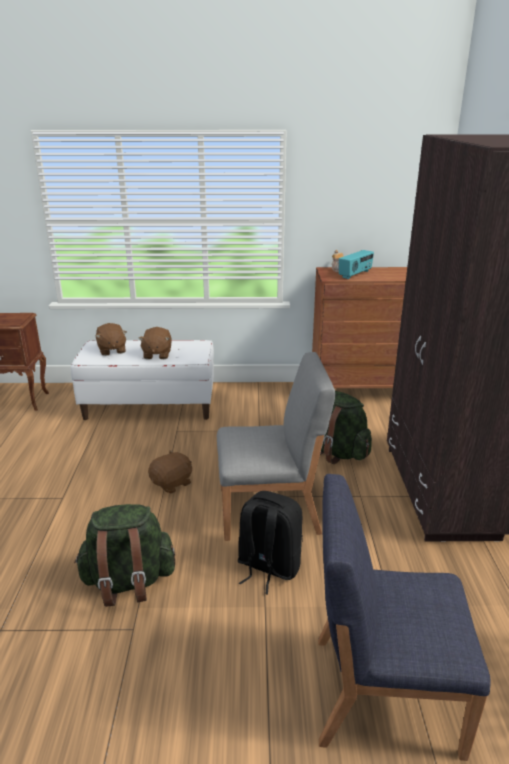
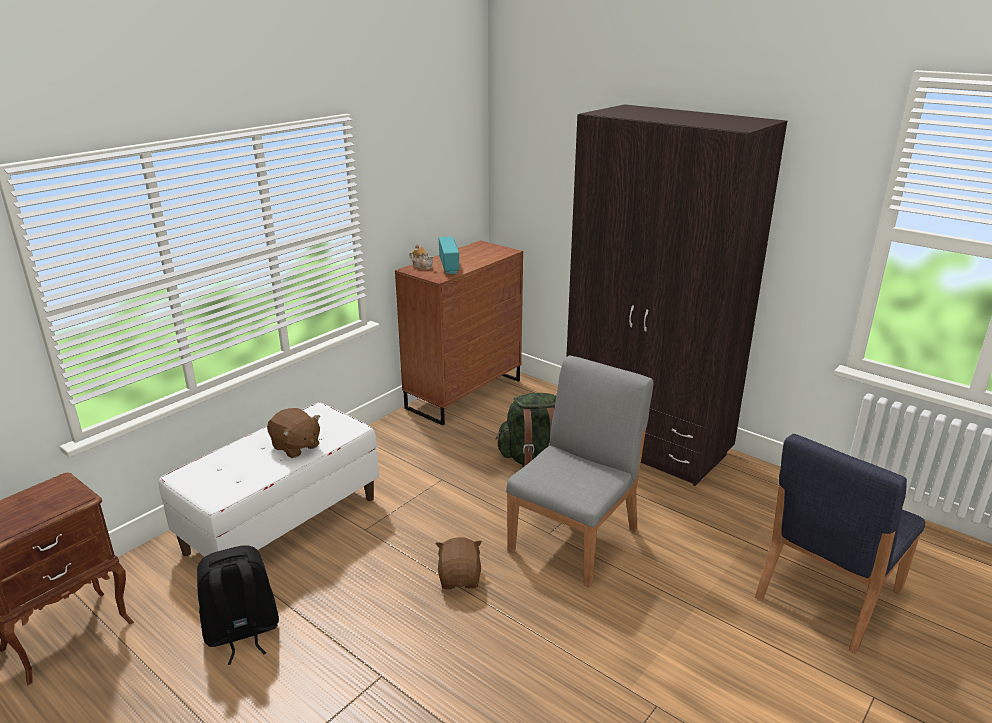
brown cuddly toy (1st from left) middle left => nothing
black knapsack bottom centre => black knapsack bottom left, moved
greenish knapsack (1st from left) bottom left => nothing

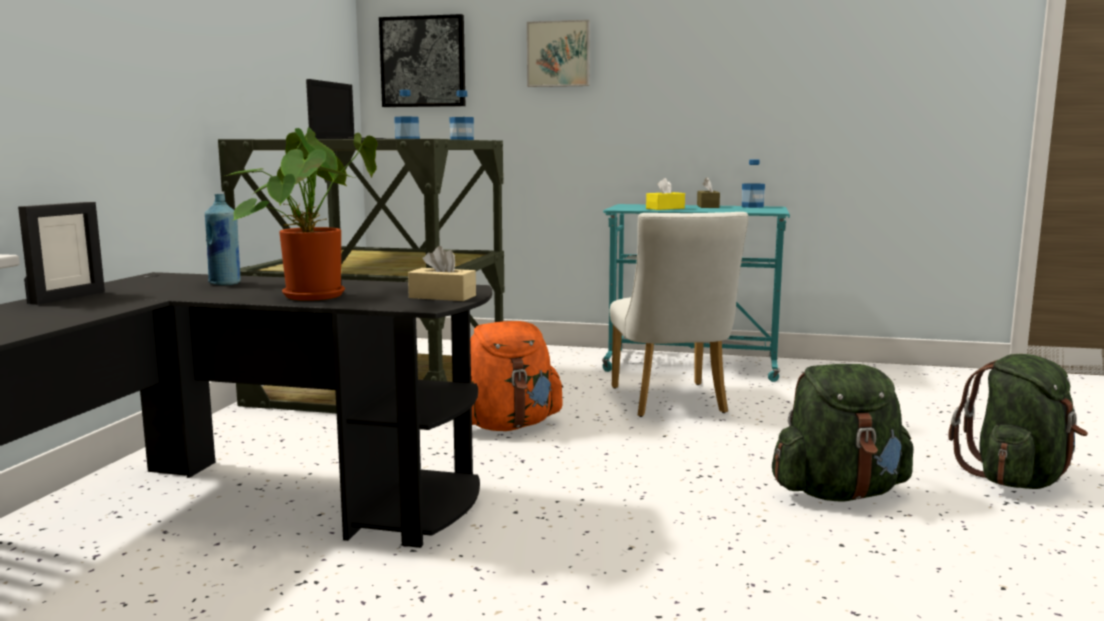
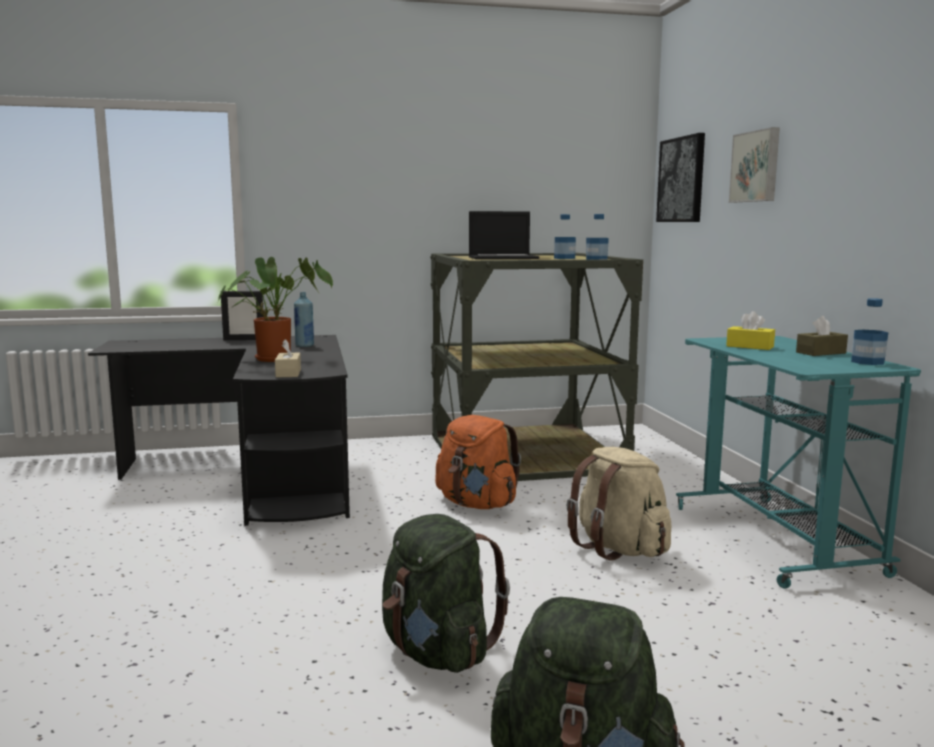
white-coloured upright chair centre => beige-coloured knapsack bottom centre

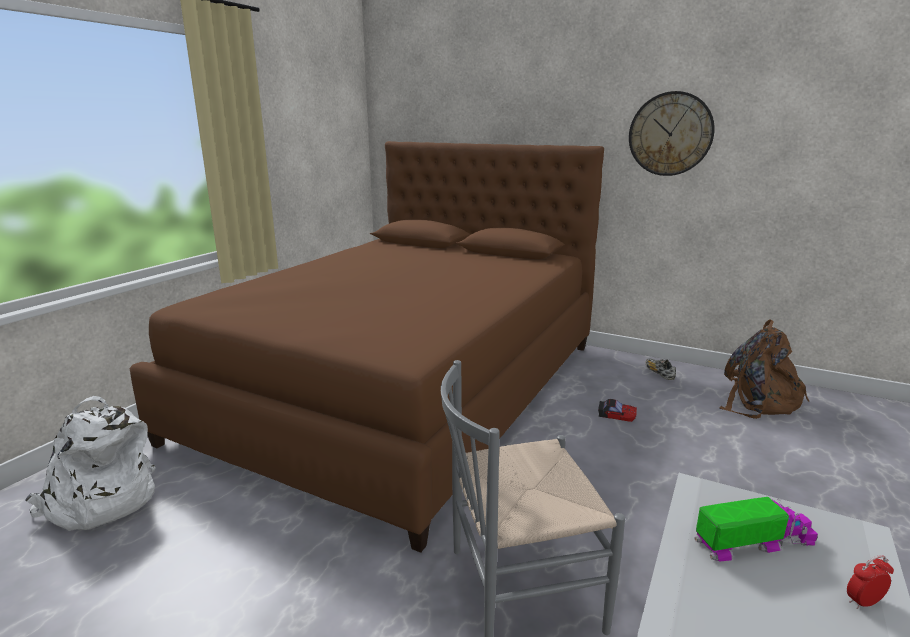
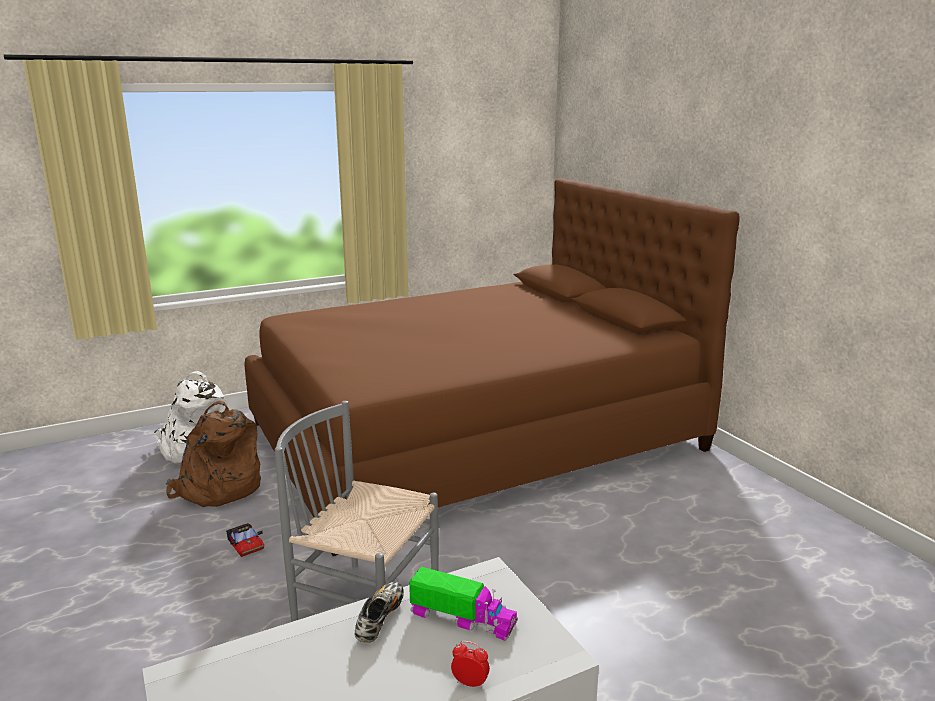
clock on the wall top right => nothing
brown knapsack middle right => brown knapsack middle left, moved
low shoe middle right => low shoe bottom centre, moved
toy car middle right => toy car bottom left, moved

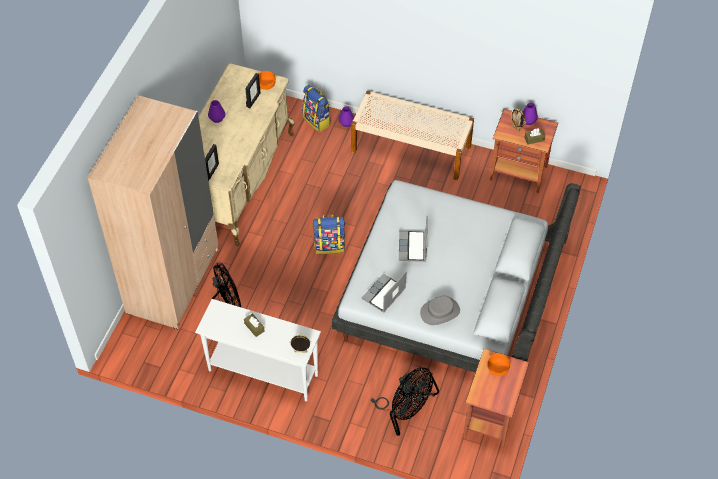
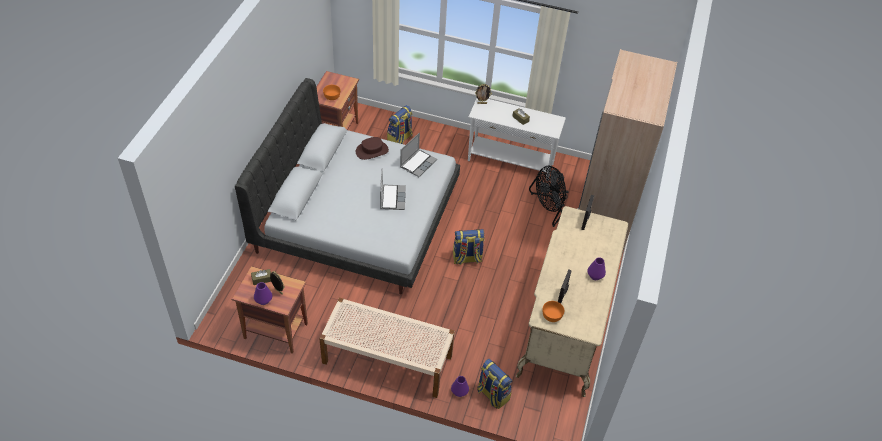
greyish clothing hat centre => brown clothing hat centre
black electric fan (2nd from left) bottom centre => knapsack (1st from left) top centre

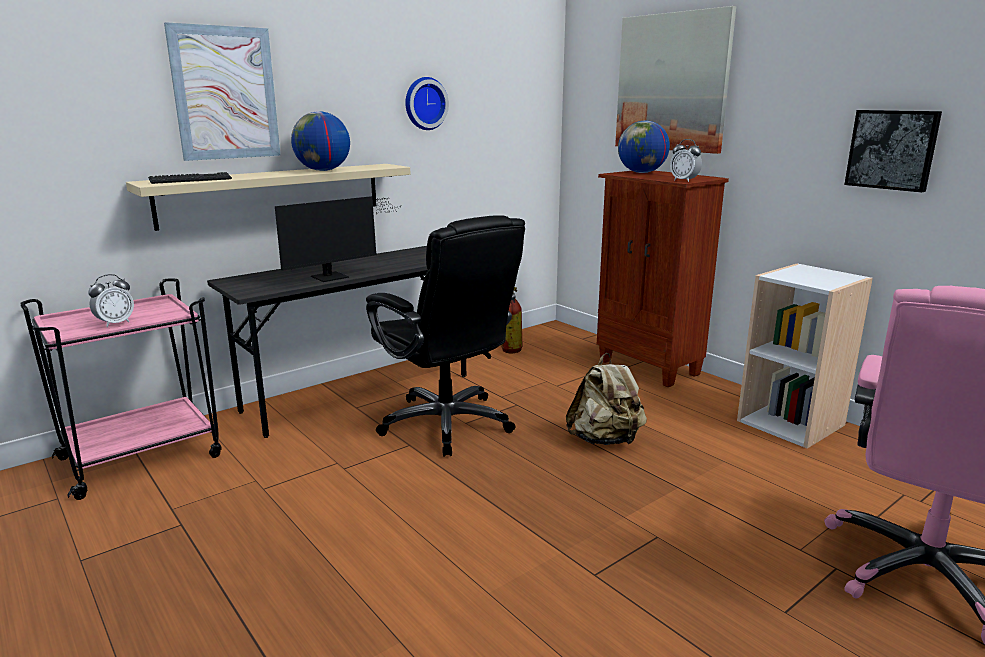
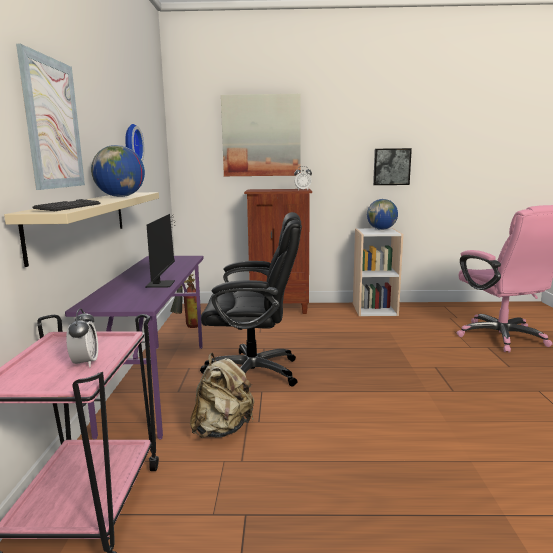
desk globe (2nd from left) top centre => desk globe (2nd from left) middle right, moved
greyish desk table centre => purple desk table middle left
beige-coloured knapsack centre => beige-coloured knapsack bottom centre, moved

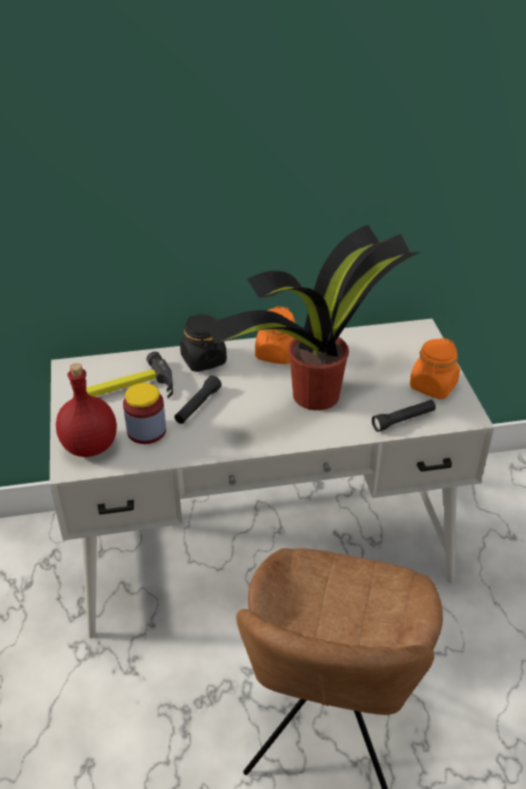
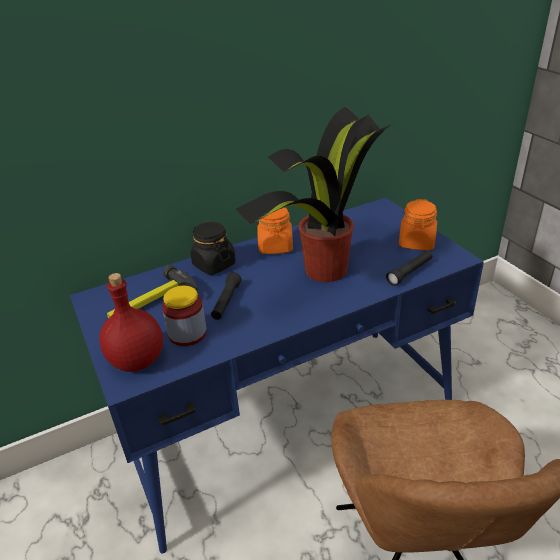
white-coloured desk table centre => blue-coloured desk table bottom centre

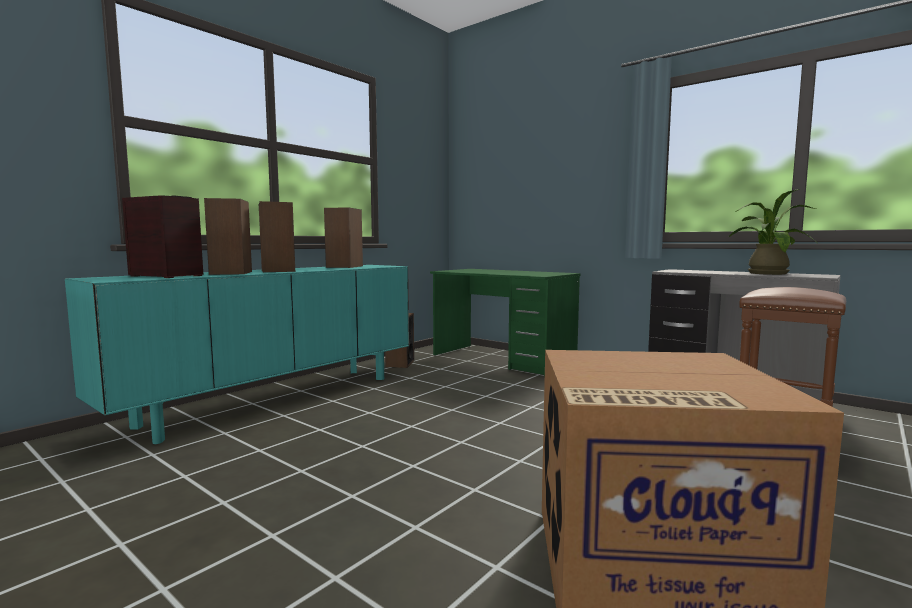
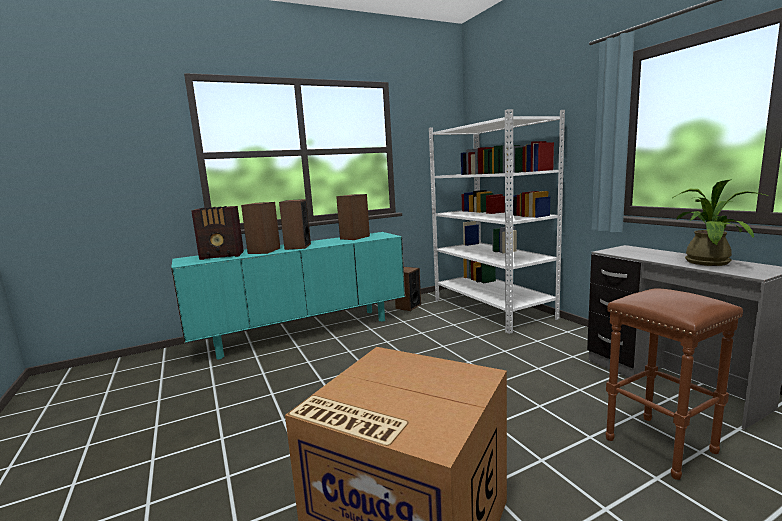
radio set middle left, 120 degrees clockwise
greenish desk table centre => white-coloured bookcase centre

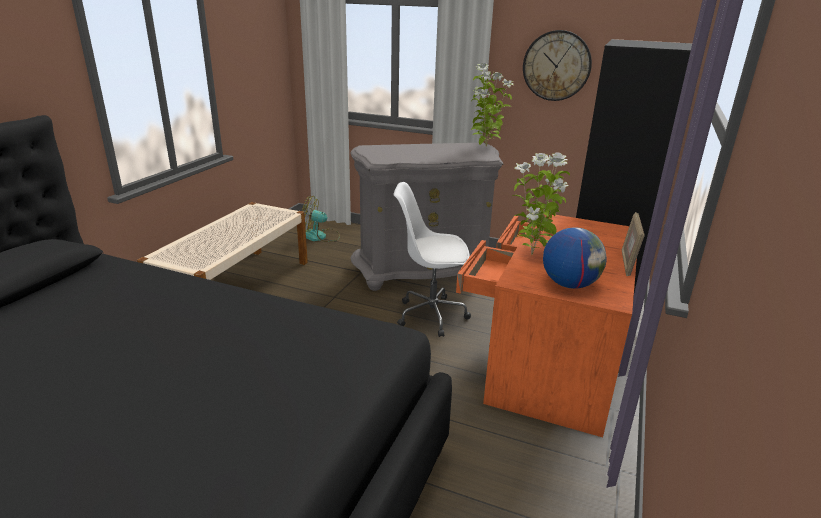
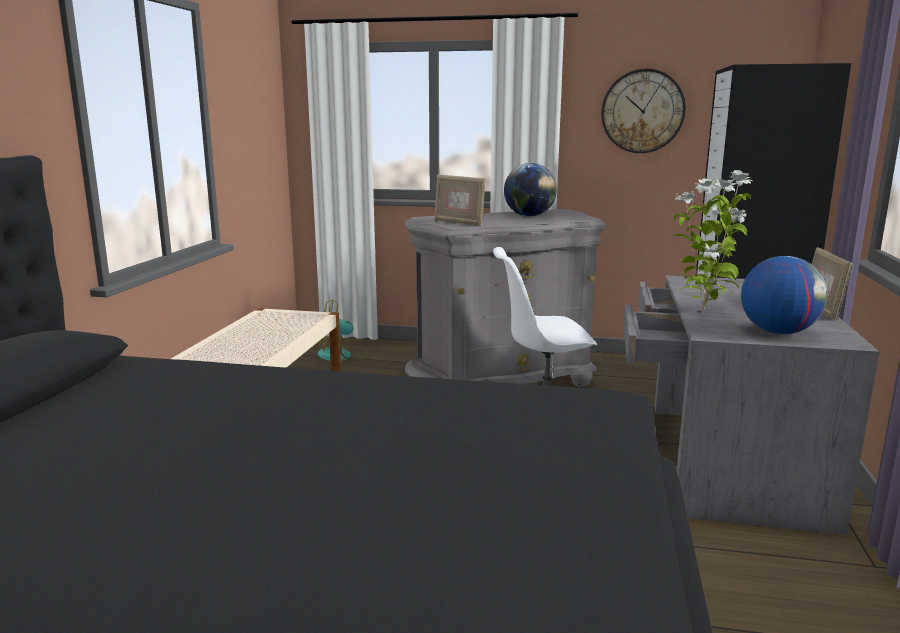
plant in a pot (1st from left) top centre => nothing
orange desk table centre => greyish desk table middle right
nothing => desk globe (1st from left) top centre
nothing => standing frame (1st from left) top centre

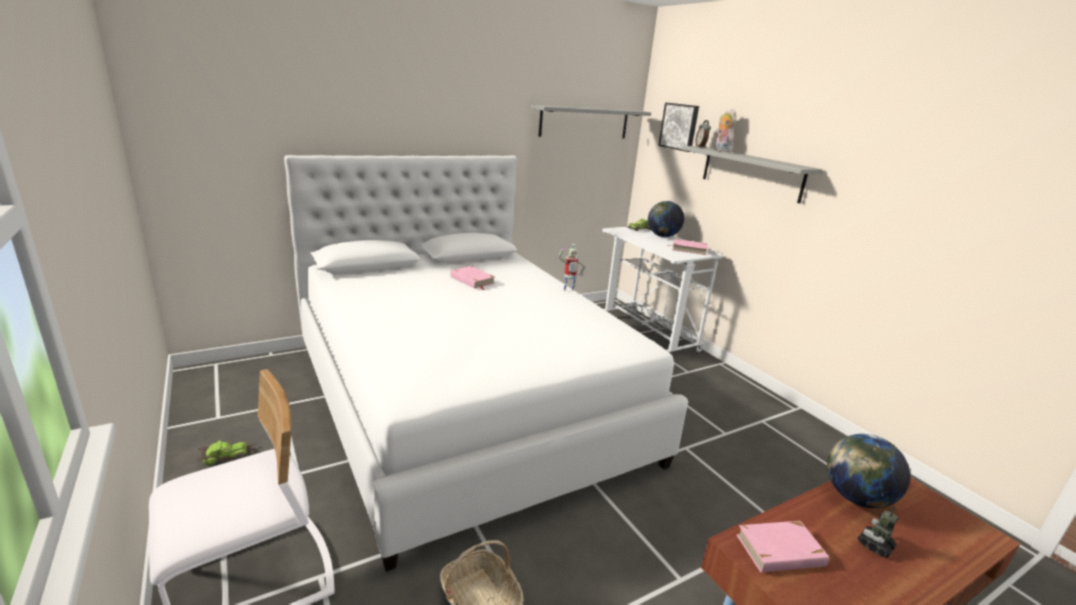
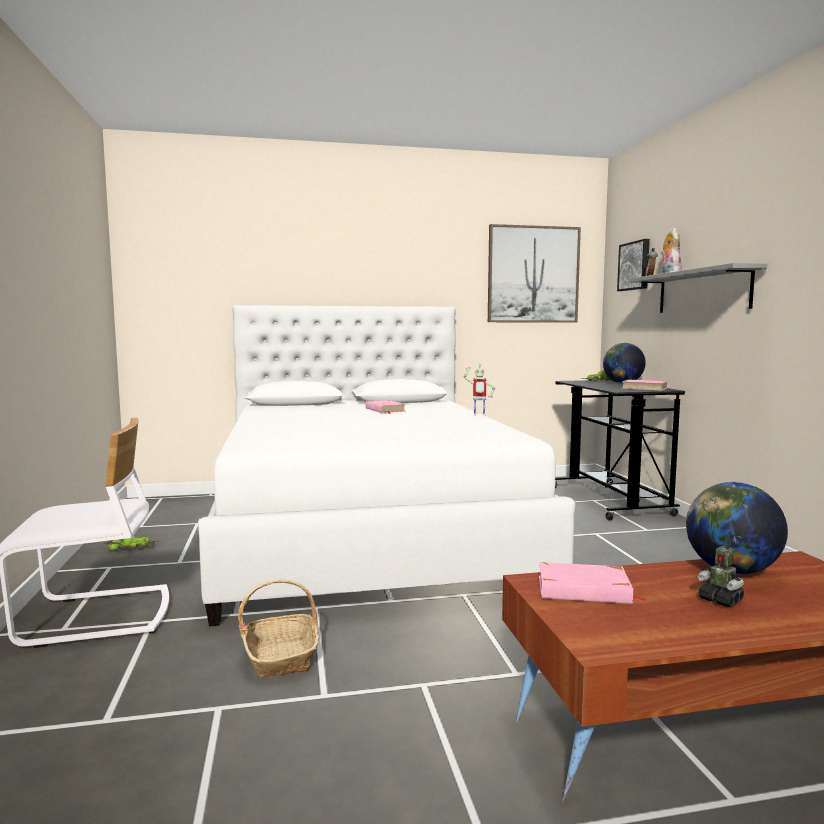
greyish bracket shelf (1st from left) top centre => picture (1st from left) top centre
white-coloured desk table centre => black desk table middle right
toy robot (2nd from left) bottom right, 105 degrees counterclockwise

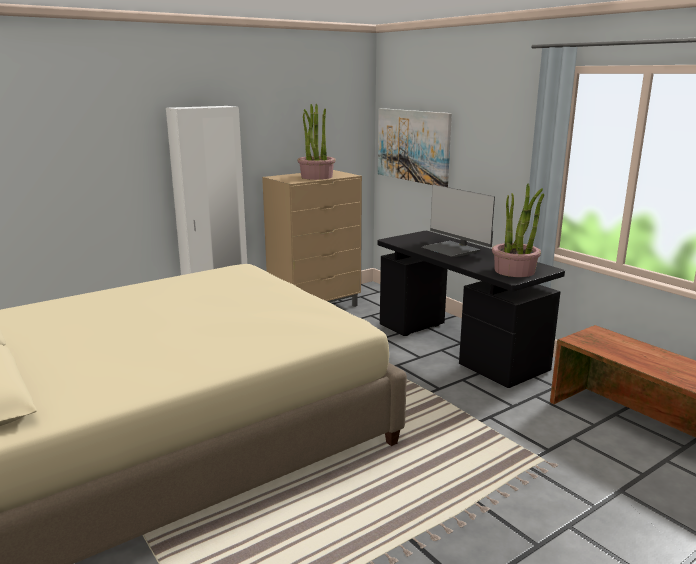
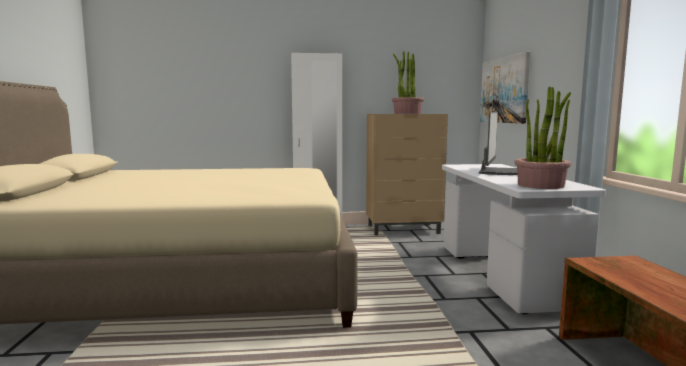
computer screen centre => computer screen middle right, 150 degrees counterclockwise
black desk table middle right => white-coloured desk table middle right

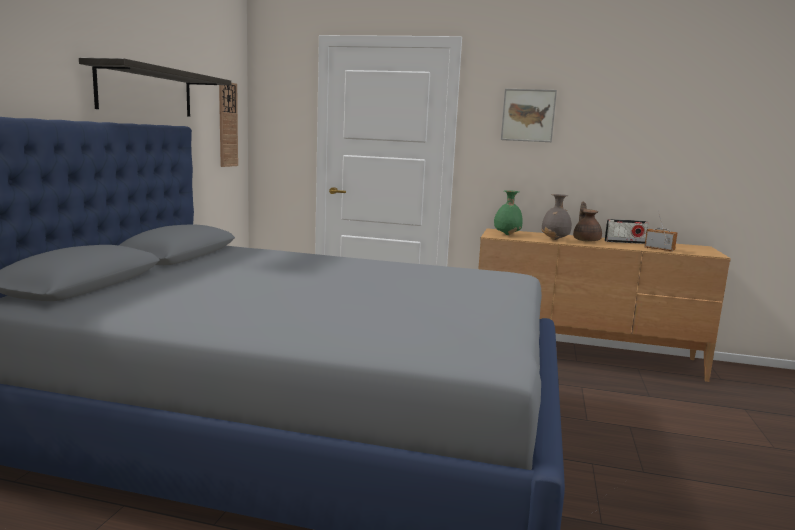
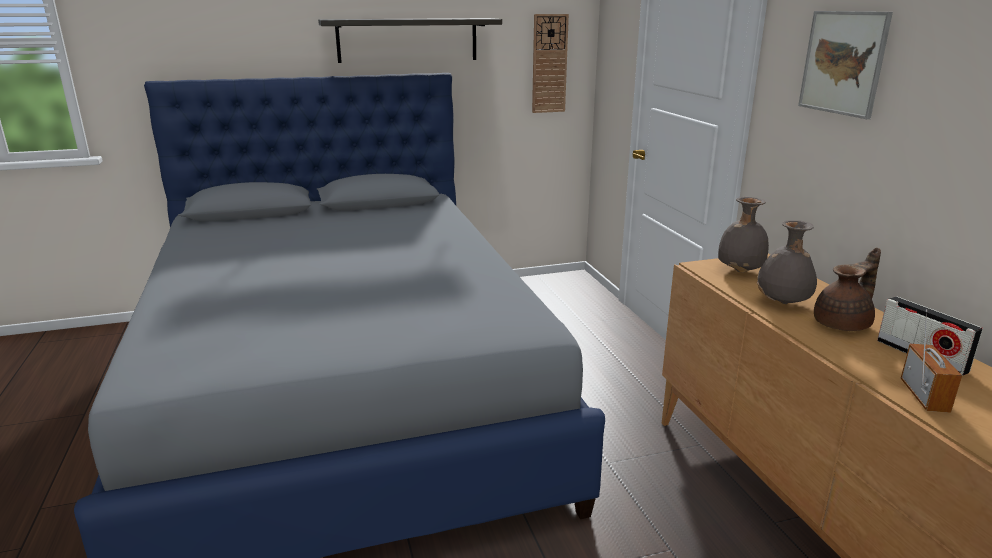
greenish flower vase centre => greyish flower vase (1st from left) middle right

